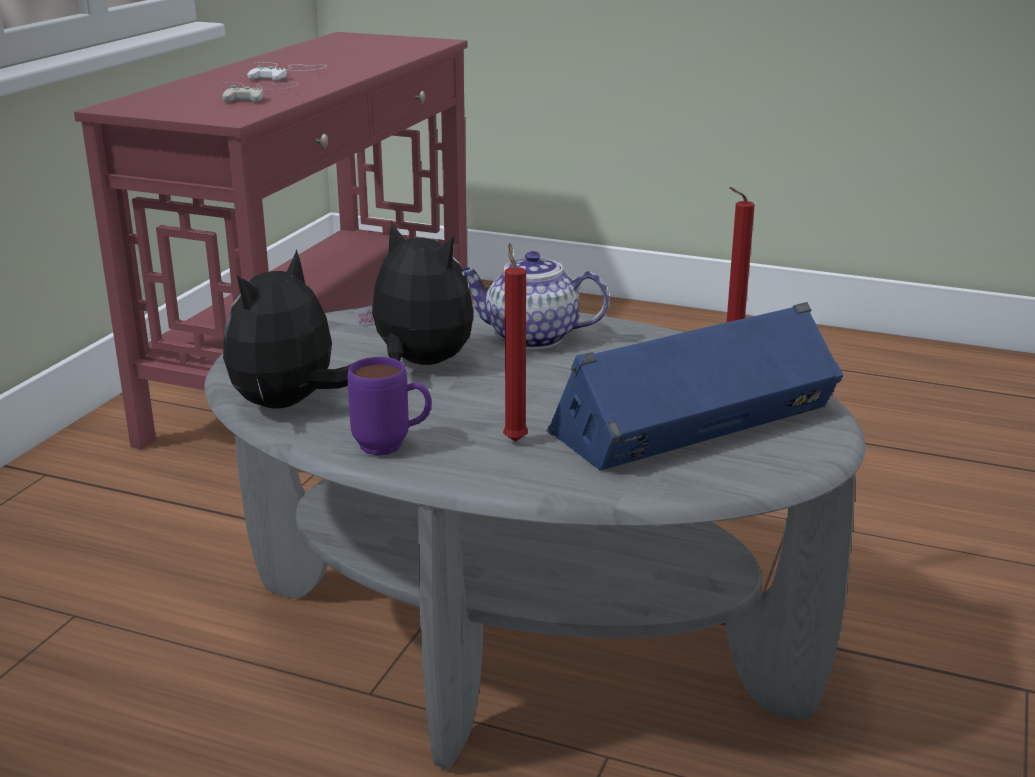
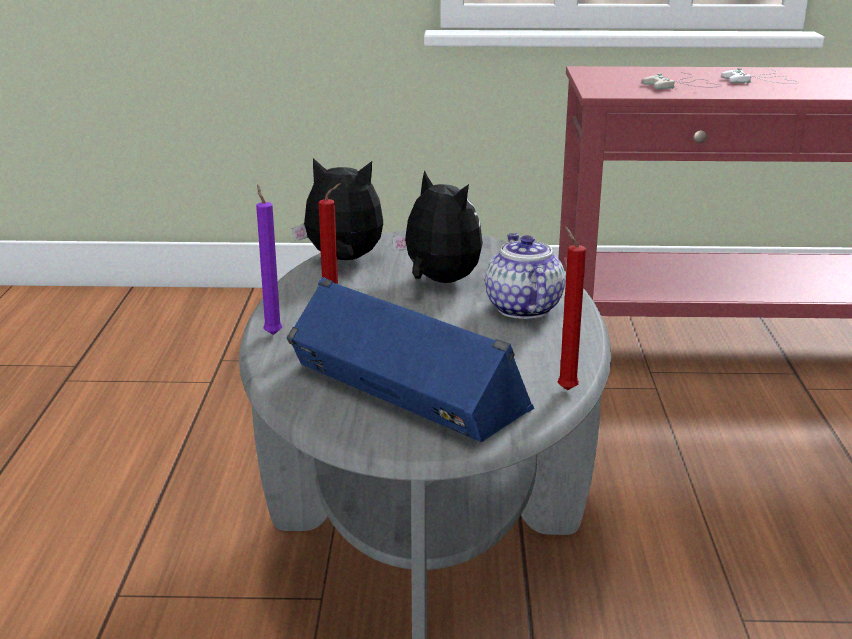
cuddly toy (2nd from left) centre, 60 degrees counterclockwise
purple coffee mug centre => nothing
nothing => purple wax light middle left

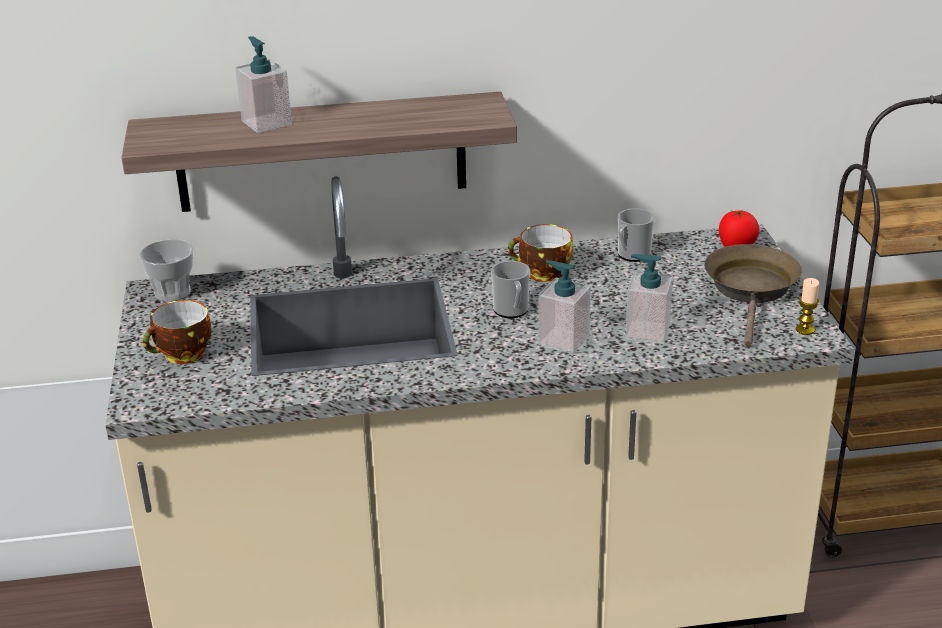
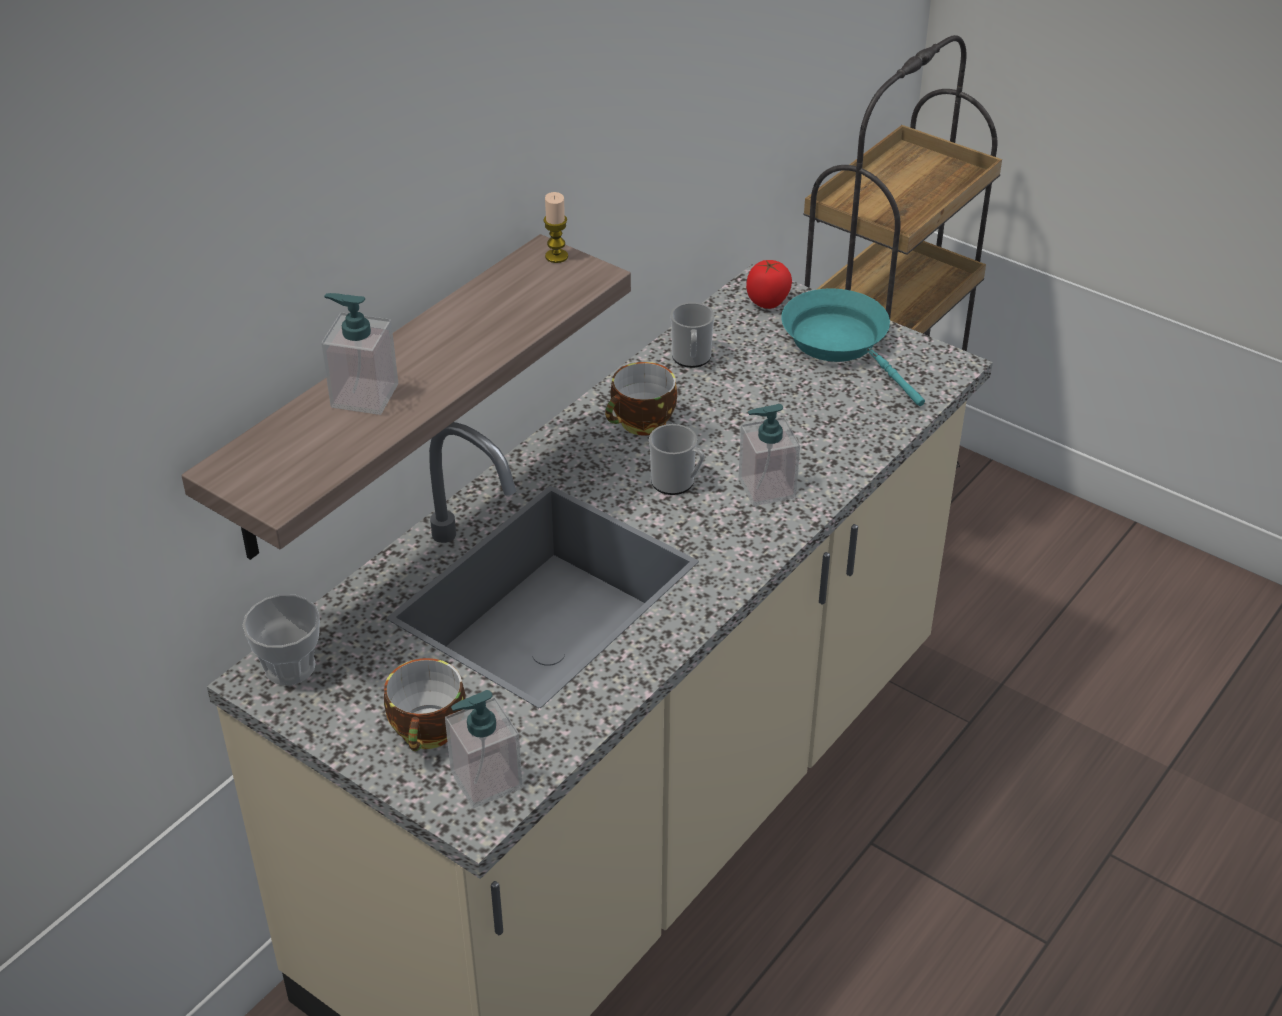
brown pan middle right => turquoise pan centre
liquid soap bottle (3rd from left in the first image) middle right => liquid soap bottle (2nd from left) bottom centre, moved
wax light middle right => wax light top centre, moved

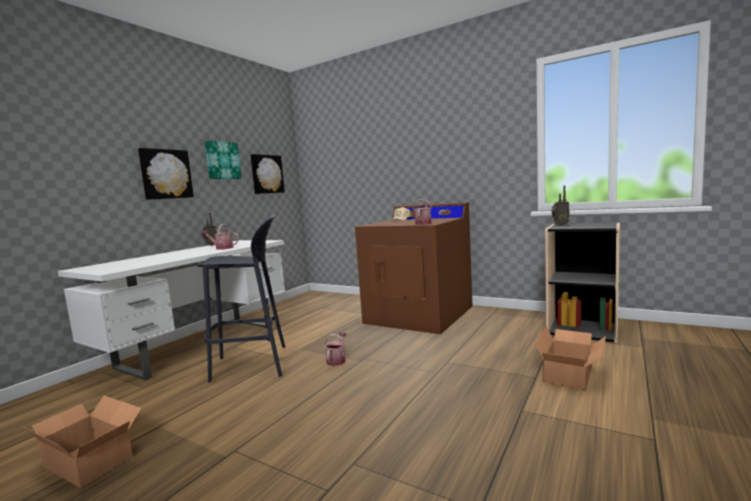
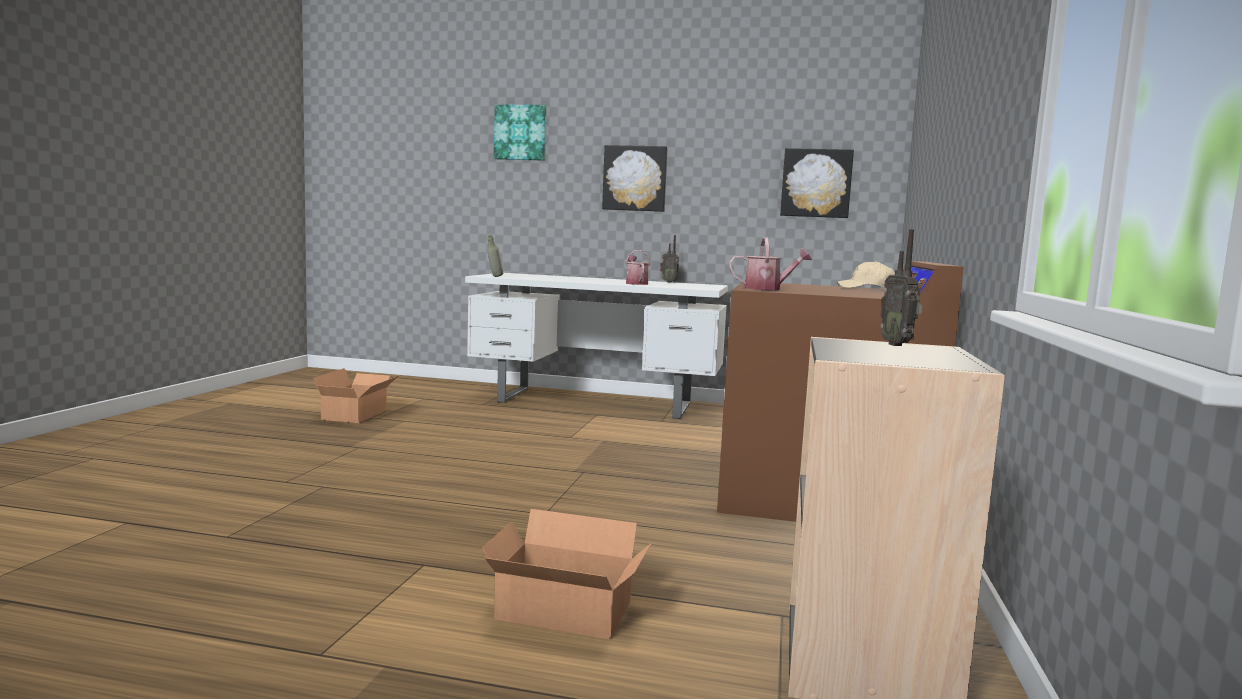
picture (2nd from left in the first image) top left => picture (1st from left) top centre, moved
greyish sitting stool middle left => nothing
watering pot (2nd from left) bottom centre => nothing
nothing => greyish beverage bottle centre

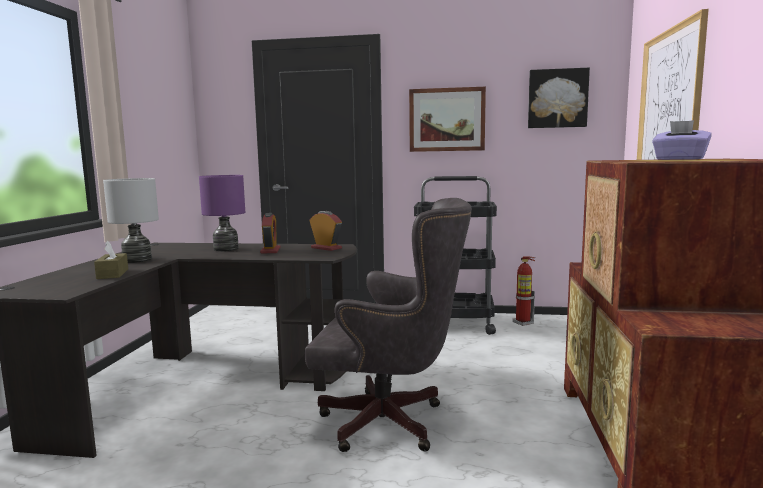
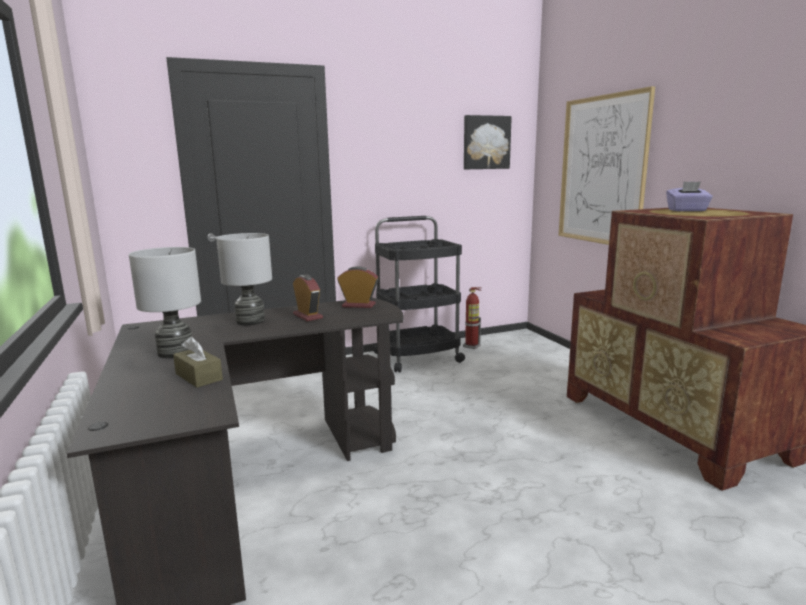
picture (1st from left) top centre => nothing
purple lamp for a table middle left => greyish lamp for a table (2nd from left) middle left
greyish desk chair centre => nothing

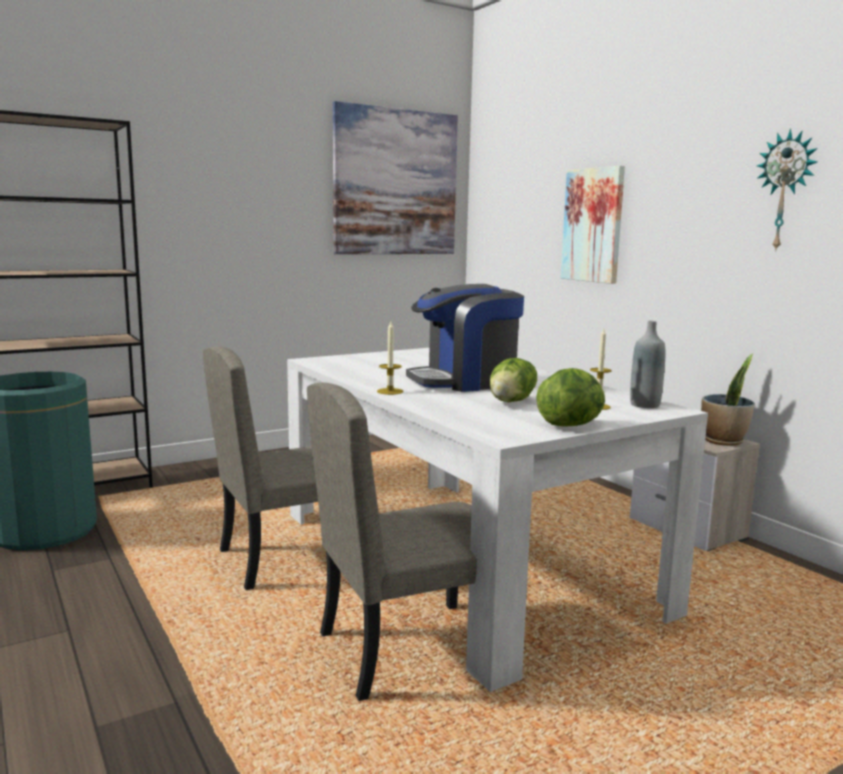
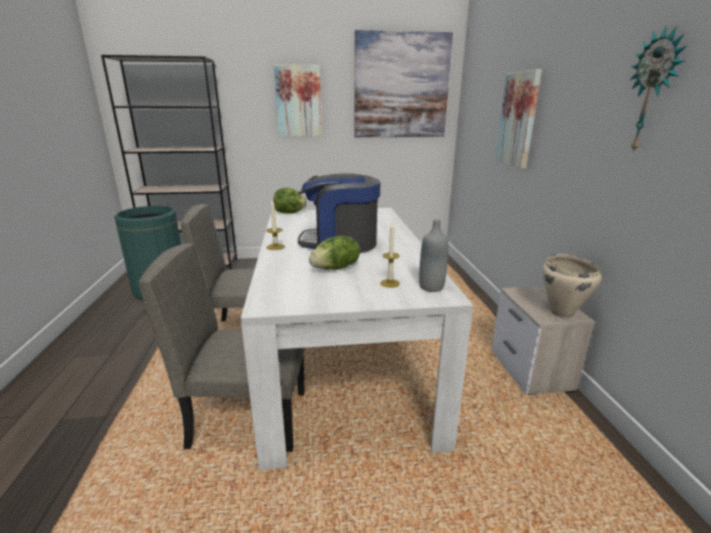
plant in a pot middle right => beige-coloured saucepot middle right
lettuce (2nd from left in the first image) middle right => lettuce (1st from left) centre, moved
nothing => picture (1st from left) top centre

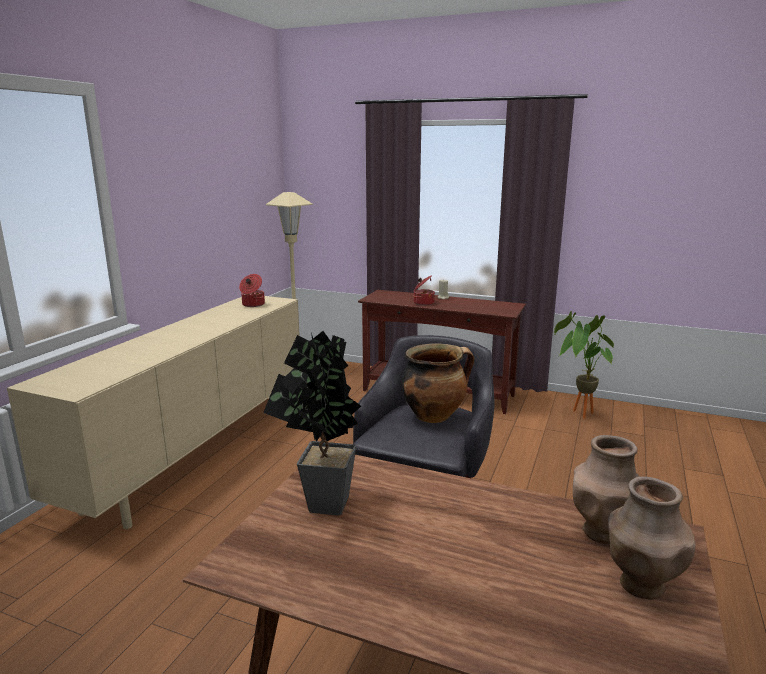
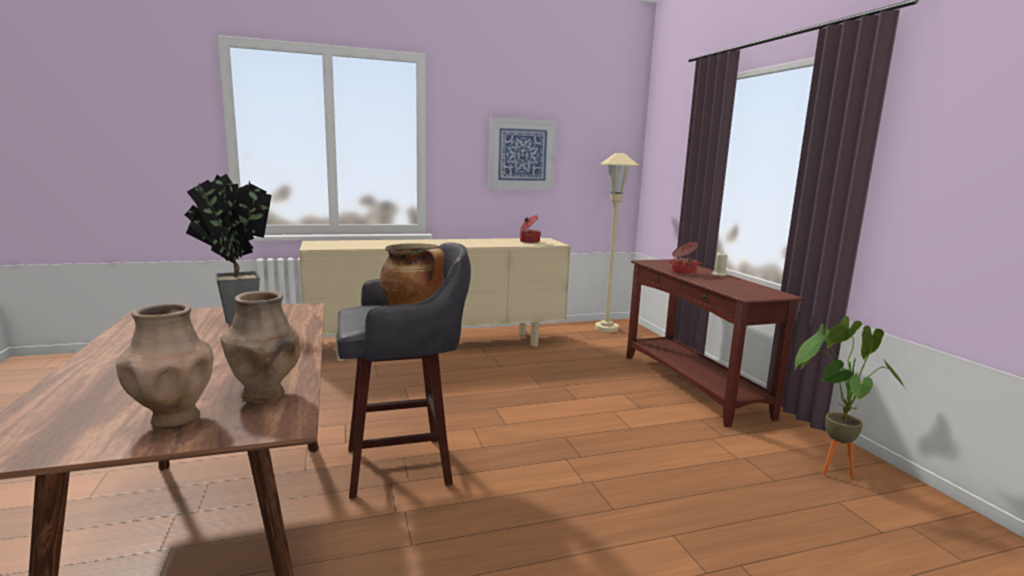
nothing => picture top centre

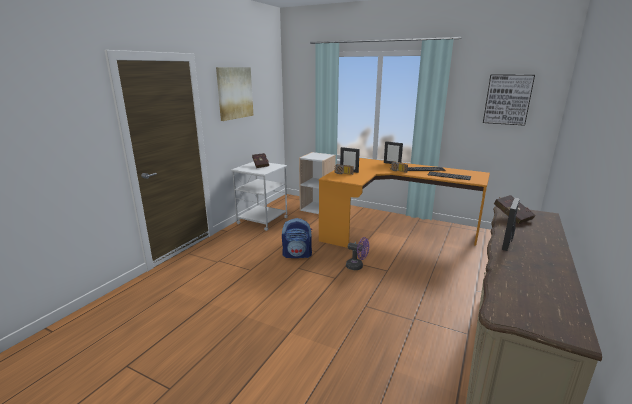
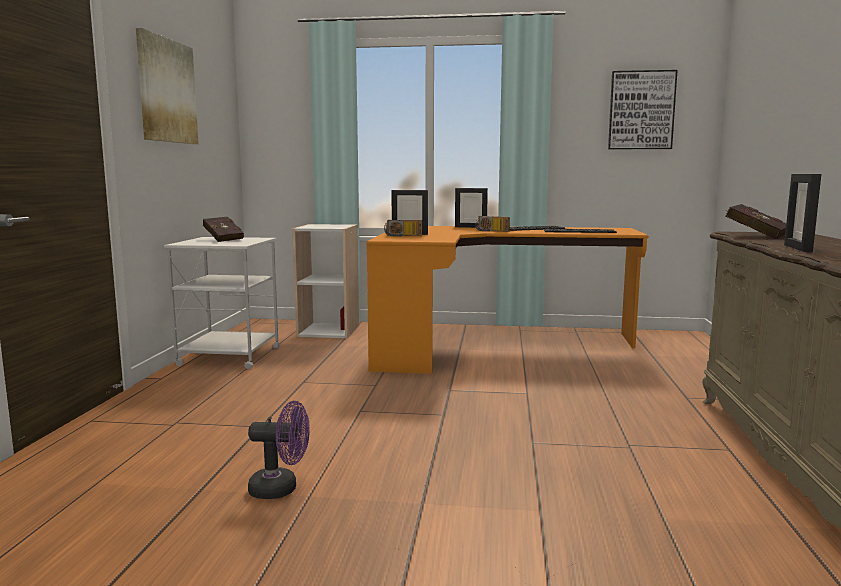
knapsack centre => nothing
purple electric fan centre => purple electric fan bottom left, moved

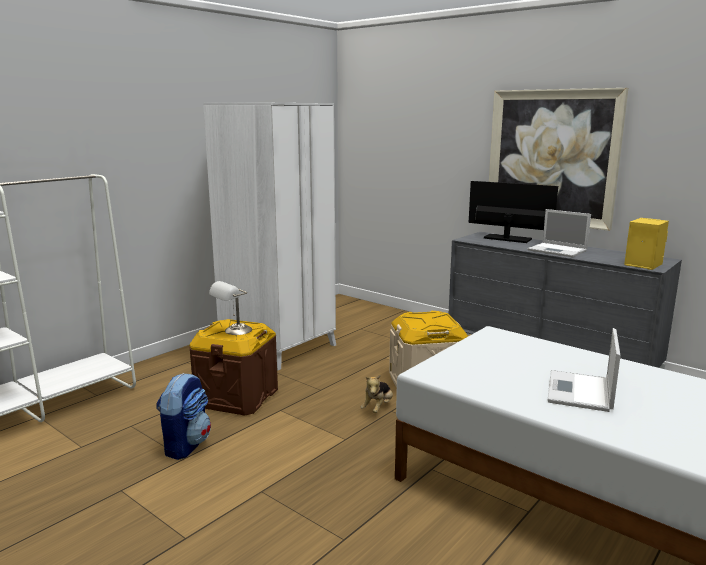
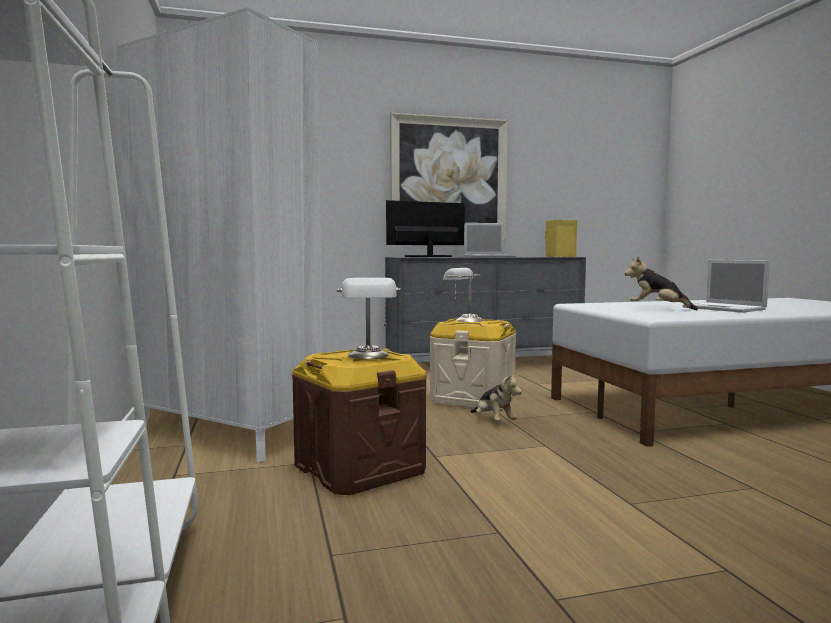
knapsack bottom left => nothing
nothing => cuddly toy (2nd from left) middle right
nothing => white-coloured lamp for a table (2nd from left) centre

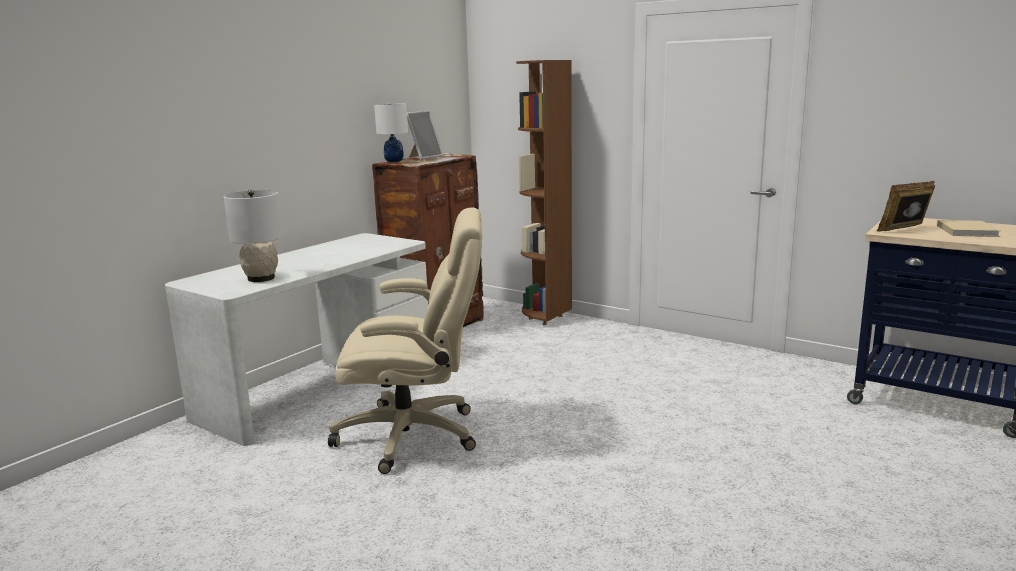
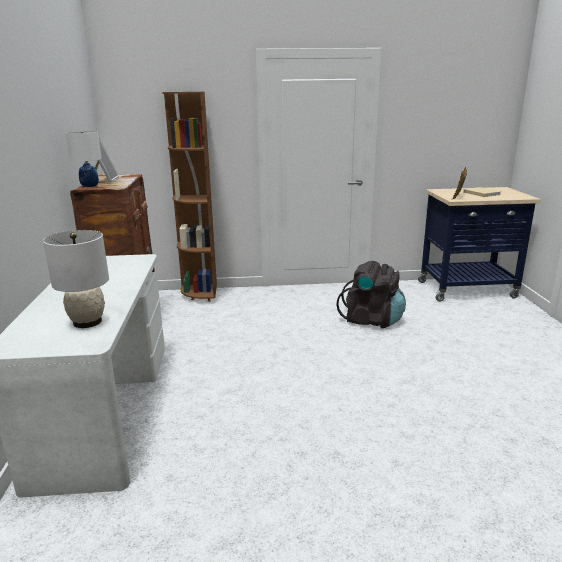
beige-coloured desk chair centre => nothing
nothing => black knapsack centre

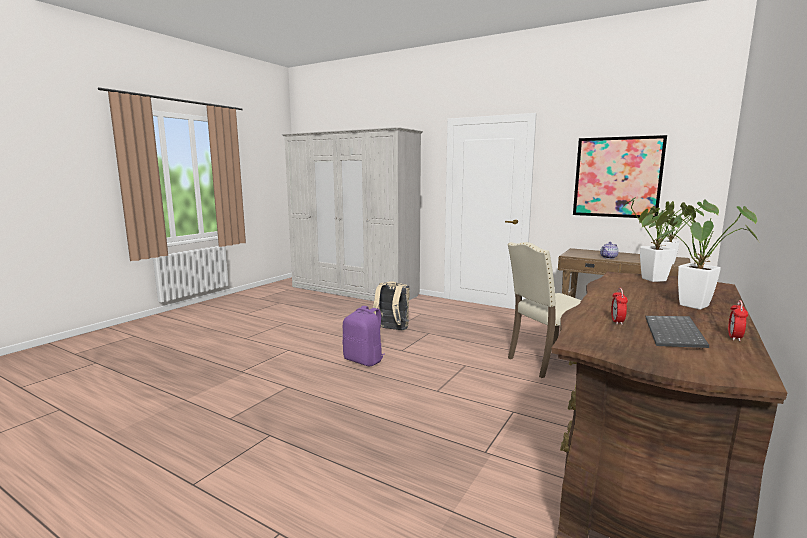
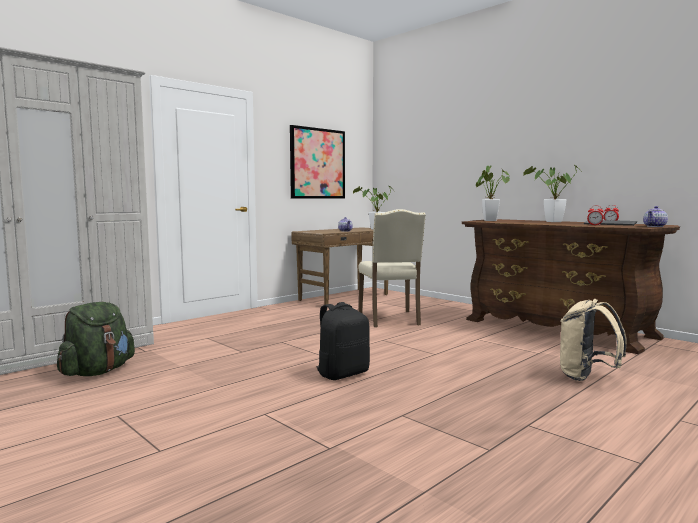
beige-coloured knapsack centre => beige-coloured knapsack middle right, moved
purple knapsack centre => black knapsack centre
nothing => pot for tea (2nd from left) middle right
nothing => greenish knapsack middle left

